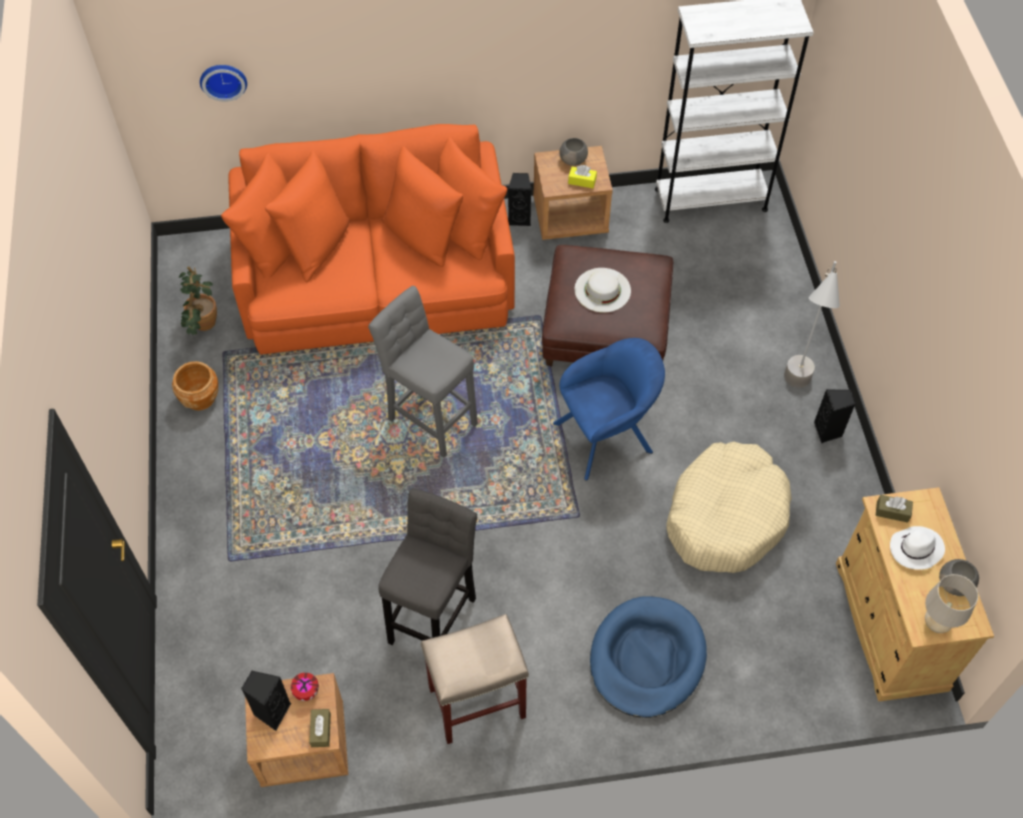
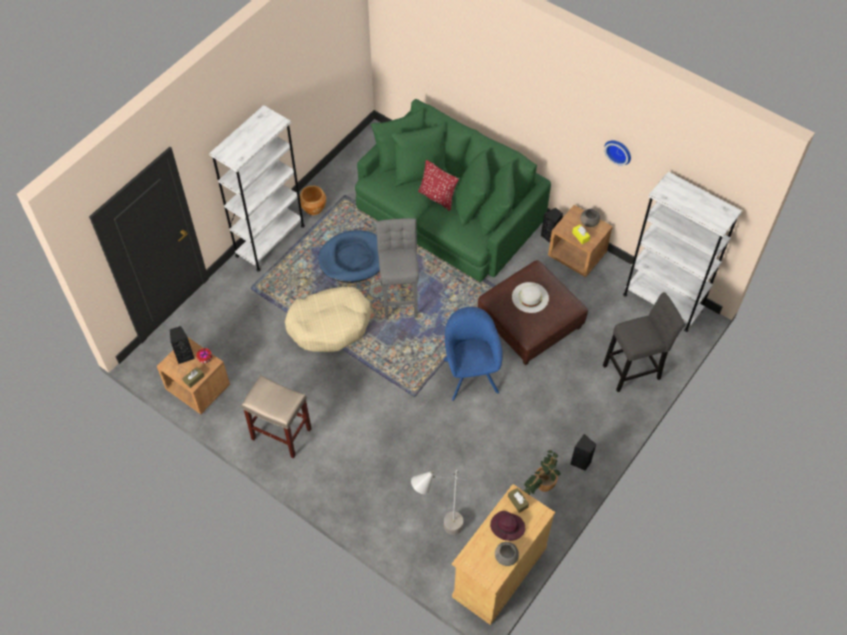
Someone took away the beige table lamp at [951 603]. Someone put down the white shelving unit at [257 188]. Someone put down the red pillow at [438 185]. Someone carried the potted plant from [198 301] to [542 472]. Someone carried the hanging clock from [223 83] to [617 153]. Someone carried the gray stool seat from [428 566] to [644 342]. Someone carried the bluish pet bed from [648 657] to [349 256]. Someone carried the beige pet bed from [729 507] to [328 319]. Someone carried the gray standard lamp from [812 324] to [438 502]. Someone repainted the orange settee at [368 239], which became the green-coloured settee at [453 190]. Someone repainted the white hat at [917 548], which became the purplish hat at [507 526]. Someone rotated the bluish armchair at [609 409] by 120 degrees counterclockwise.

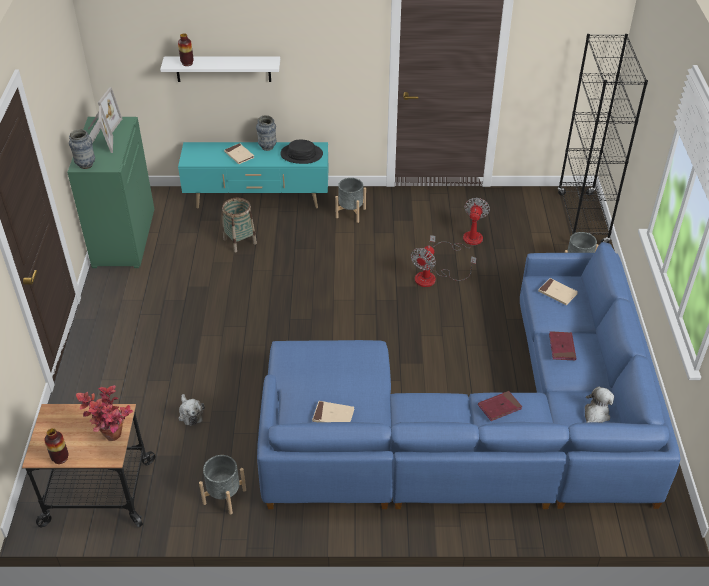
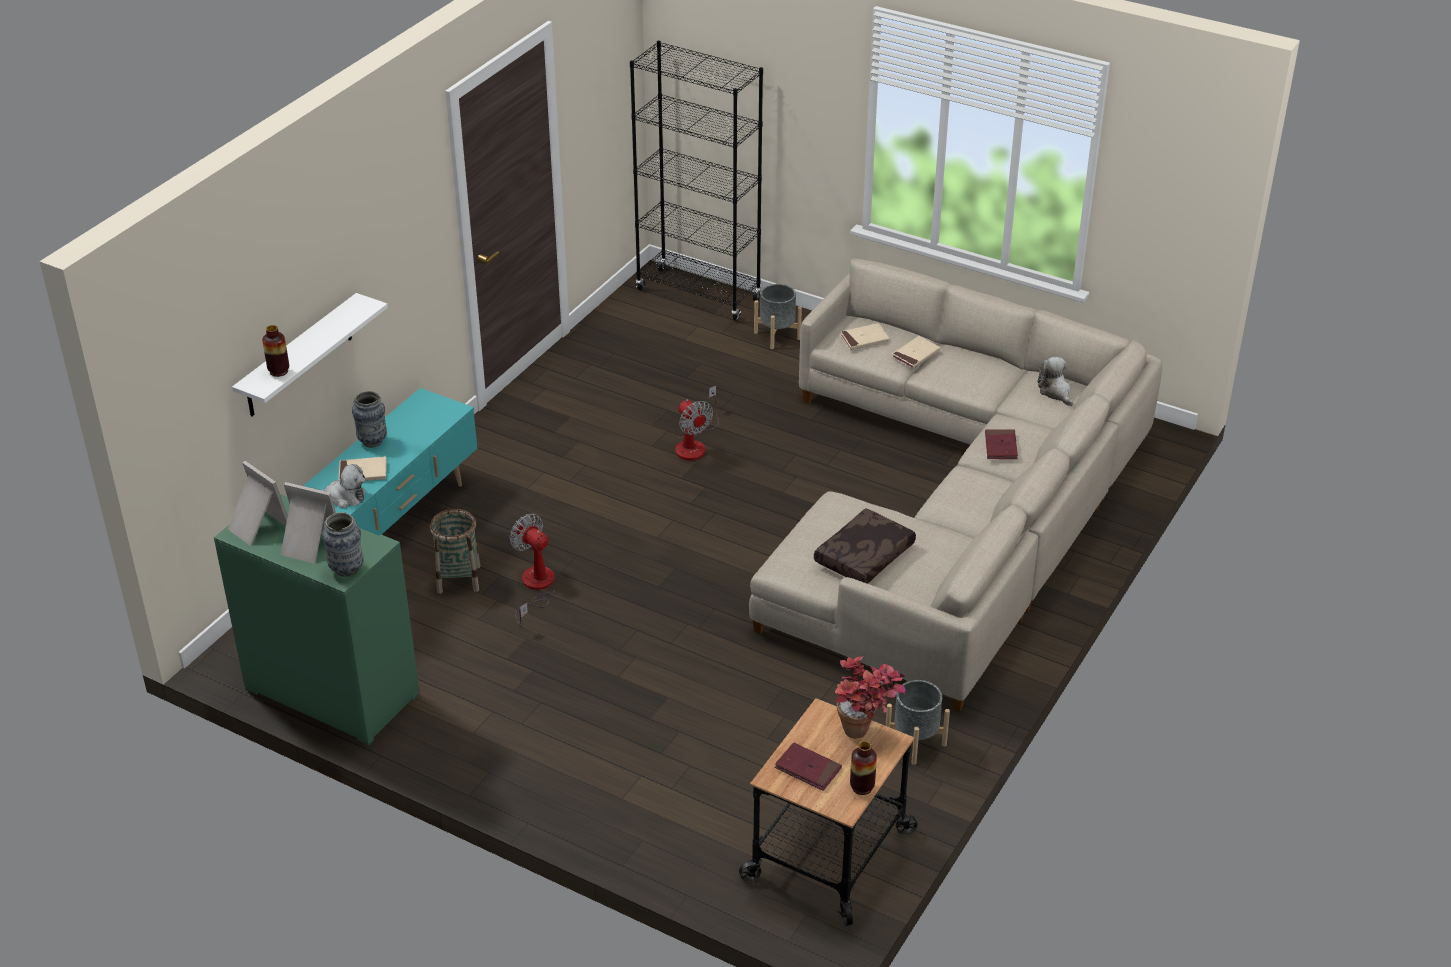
Someone took away the black hat at [301 152]. Someone took away the gray plant pot at [350 200]. Someone put down the brown pillow at [865 546]. Someone carried the plush toy from [191 410] to [339 486]. Someone carried the beige volume from [333 411] to [916 352]. Someone carried the electric fan from [460 224] to [532 568]. Someone carried the red volume from [562 346] to [808 766]. Someone repainted the bluish settee at [468 375], which became the beige settee at [955 485].

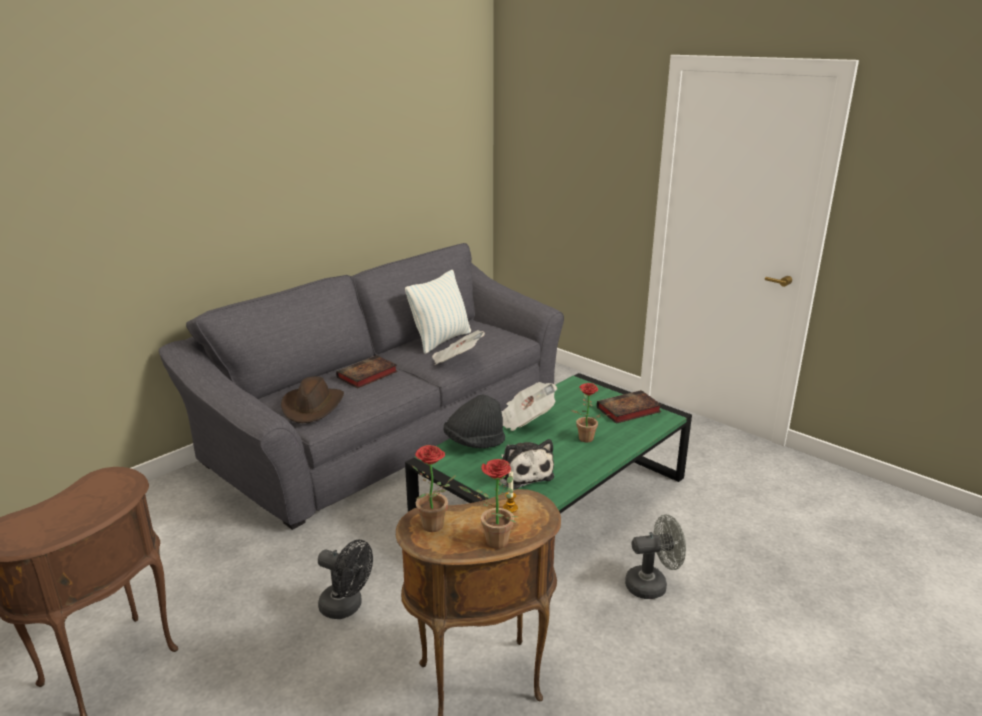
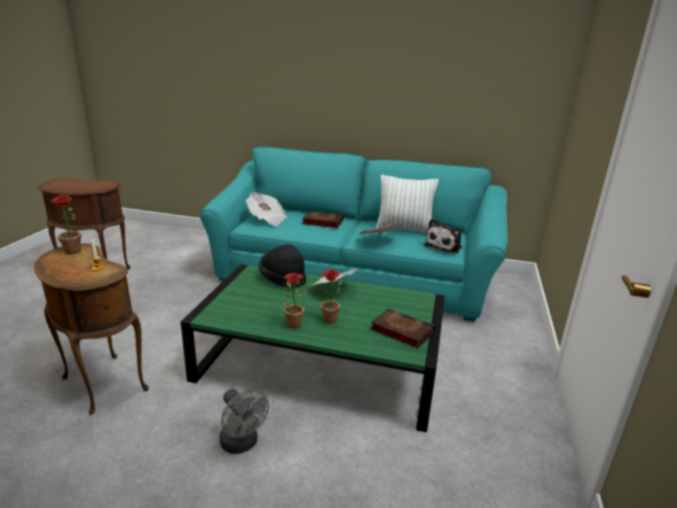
Someone took away the black electric fan at [345 579]. Someone carried the potted plant from [488 504] to [294 300]. Someone carried the plush toy from [527 464] to [443 236]. Someone swapped the brown hat at [312 399] for the printed paper at [266 209]. Someone repainted the gray settee at [361 386], which became the turquoise settee at [354 234].

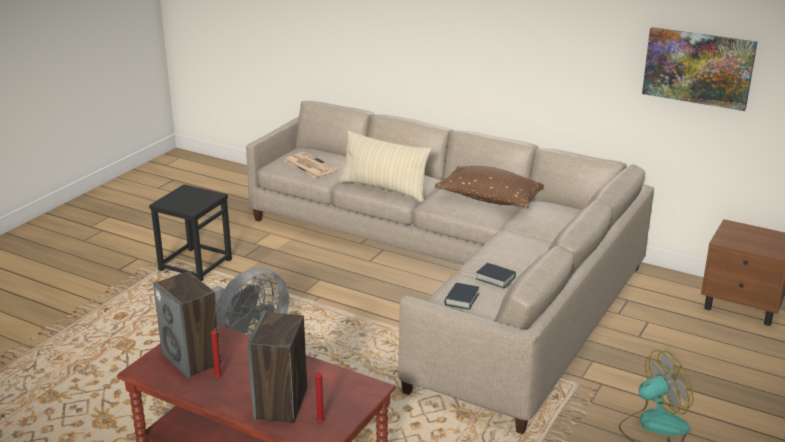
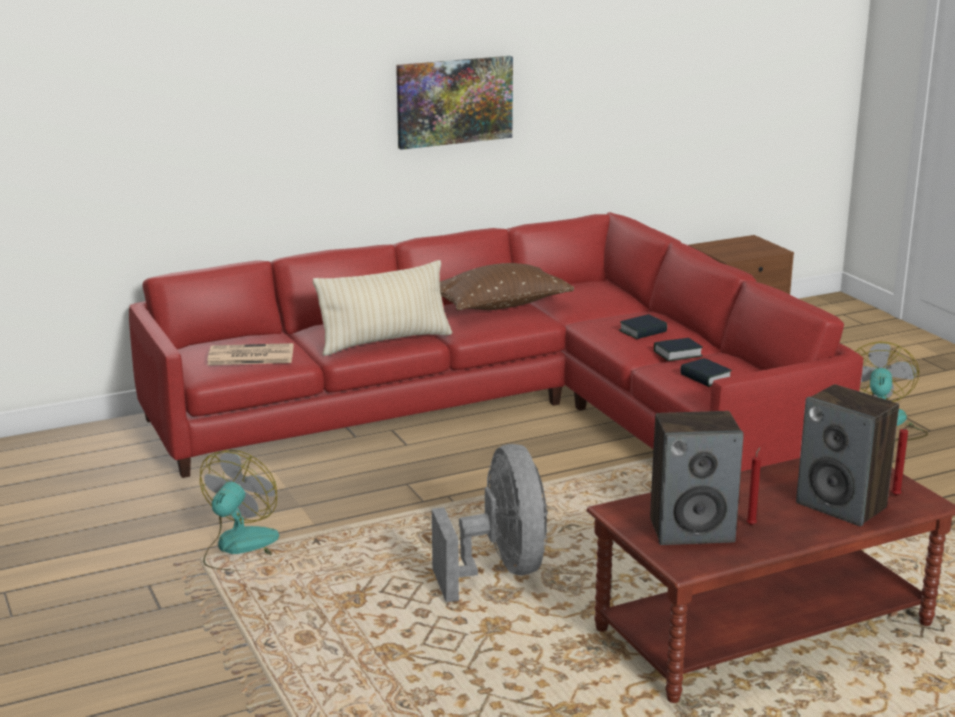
Someone put down the volume at [643 326]. Someone carried the picture from [699 69] to [454 103]. Someone swapped the black stool seat at [190 232] for the electric fan at [239 510]. Someone repainted the beige settee at [450 267], which became the red settee at [496 345].

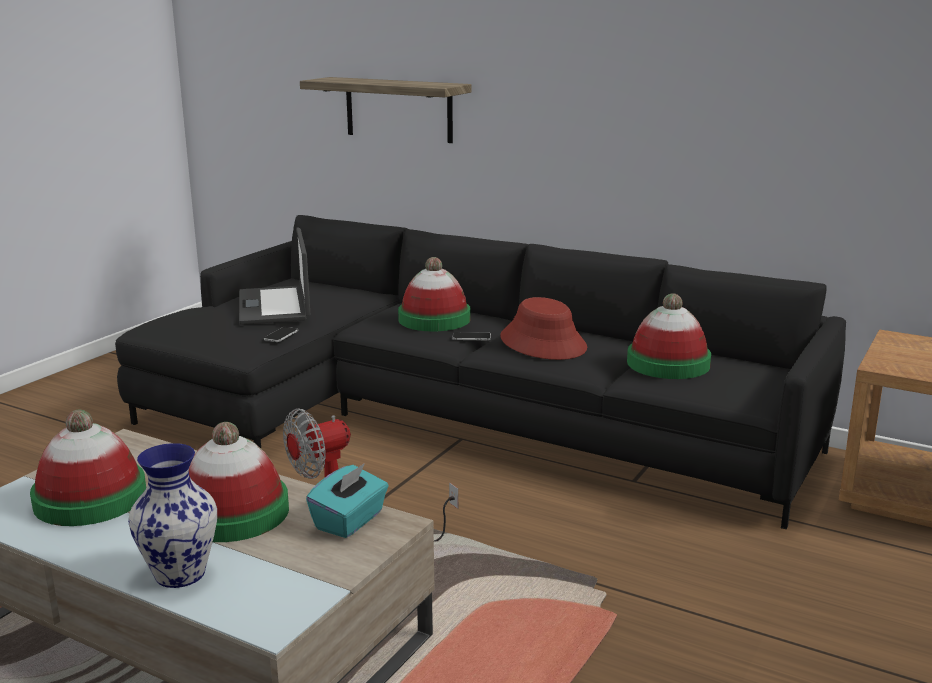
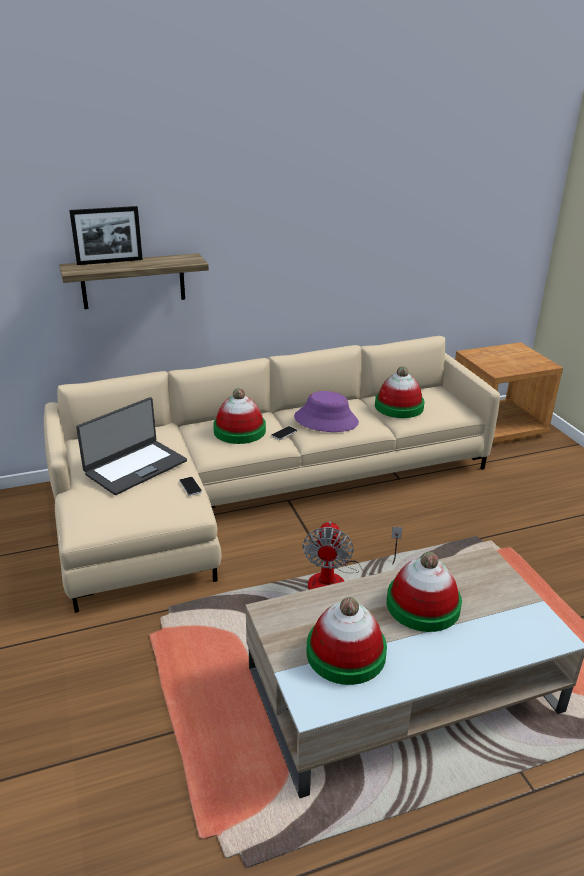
Someone took away the vase at [172 515]. Someone took away the turquoise tissue holder at [347 500]. Someone put down the picture frame at [106 235]. Someone repainted the black settee at [480 372], which became the beige settee at [272 474]. Someone repainted the red hat at [543 328], which became the purplish hat at [326 411]. Someone rotated the laptop at [274 276] by 75 degrees counterclockwise.

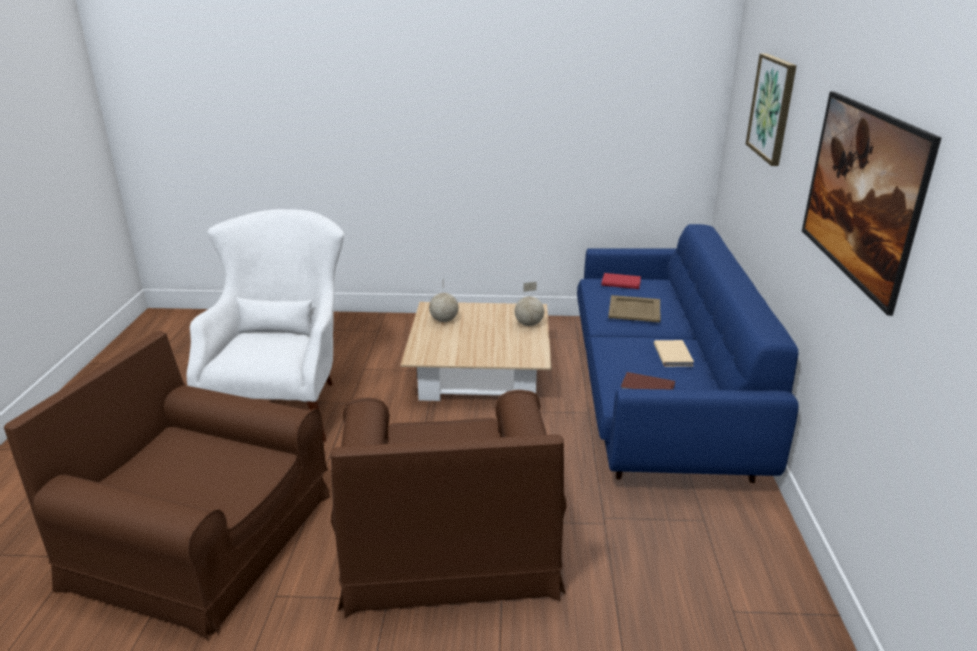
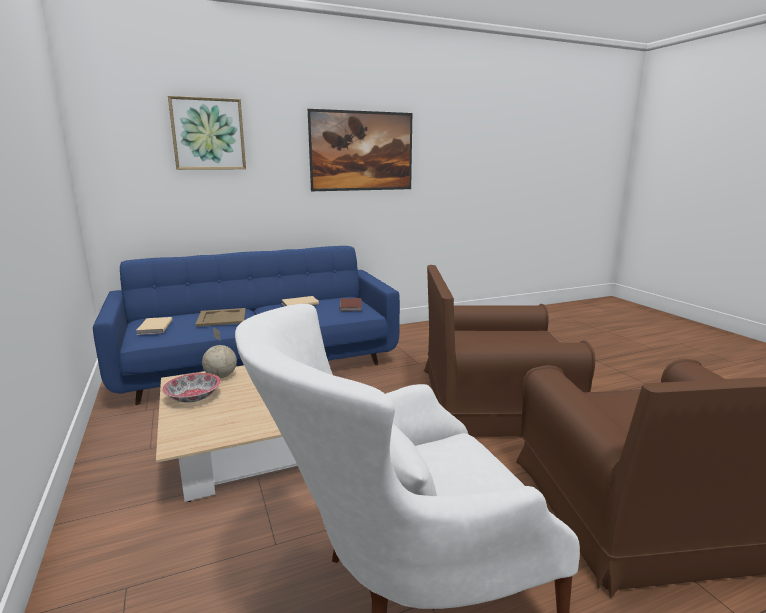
Someone took away the world globe at [444 302]. Someone put down the deep dish at [191 387]. Someone repainted the red volume at [621 281], which became the beige volume at [155 326]. Someone rotated the brown armchair at [449 504] by 150 degrees counterclockwise.

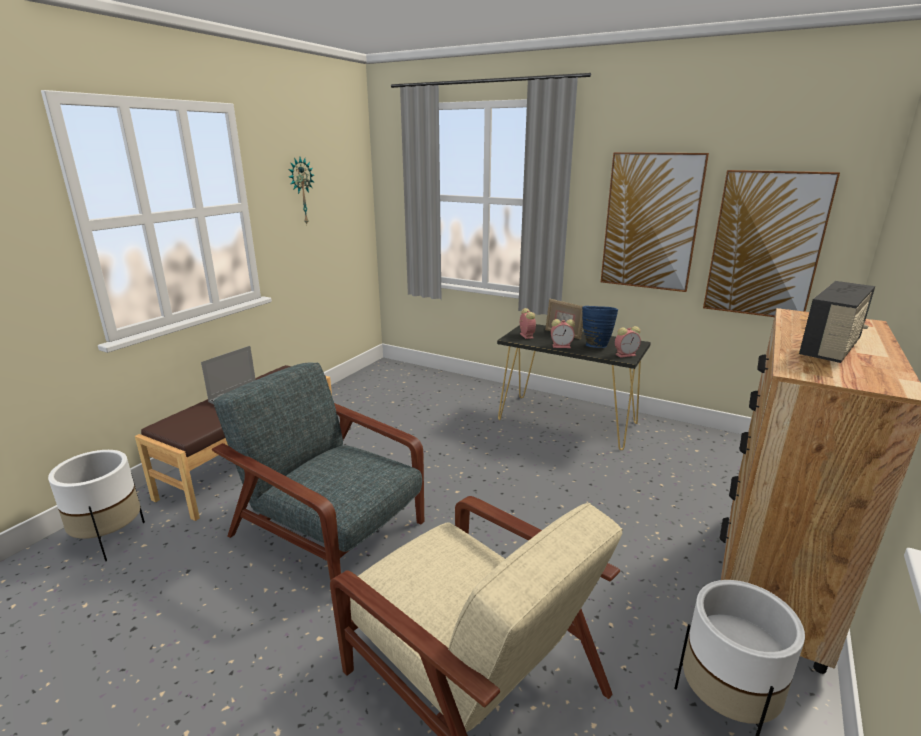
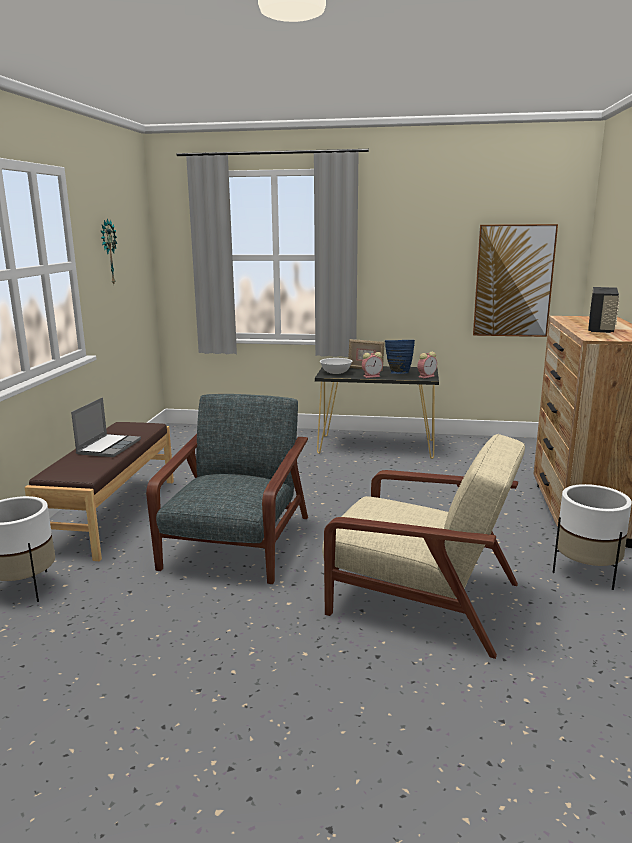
Someone took away the picture at [655 222]. Someone swapped the table clock at [528 323] for the white deep dish at [336 366]. Someone rotated the gray armchair at [318 472] by 90 degrees clockwise.

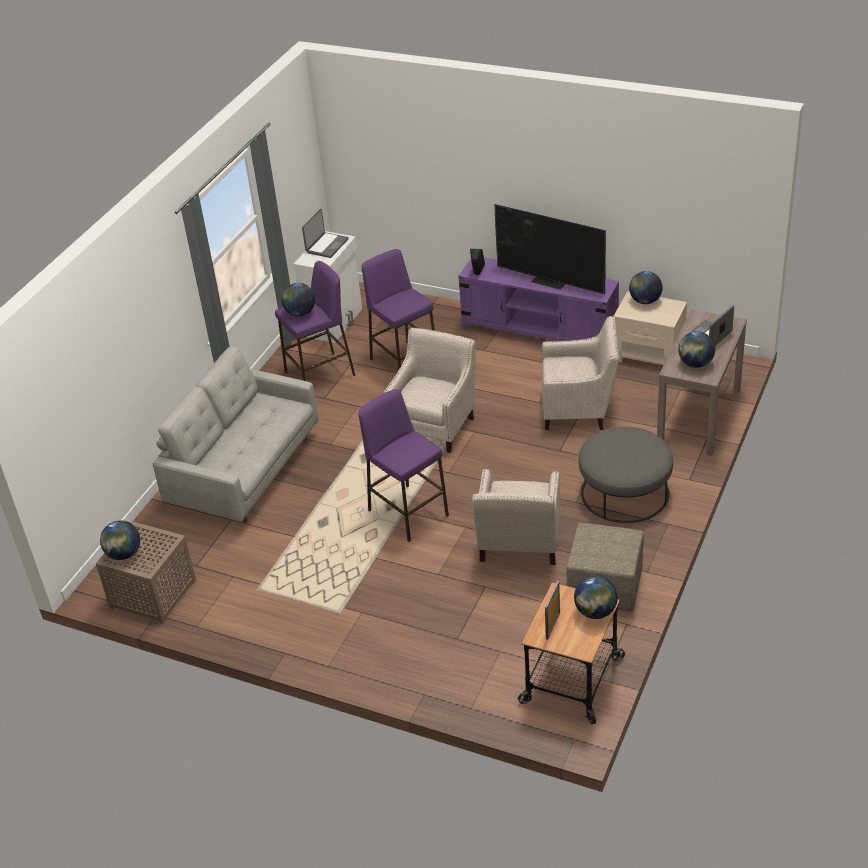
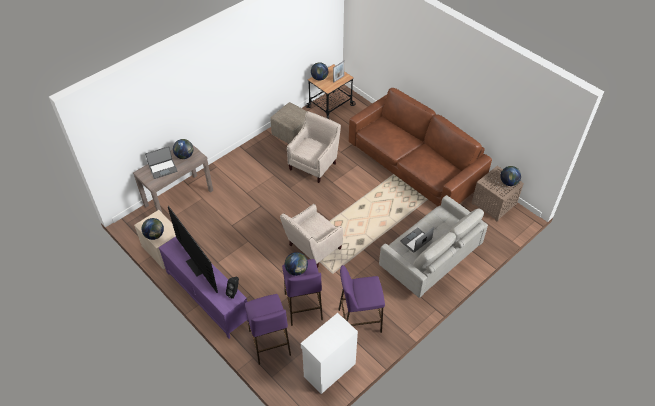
Someone took away the beige armchair at [580 373]. Someone took away the gray pouffe at [626 475]. Someone put down the brown settee at [420 147]. Someone carried the world globe from [298 299] to [296 264]. Someone carried the laptop from [325 233] to [417 240]. Someone carried the purplish stool seat from [403 465] to [268 329].

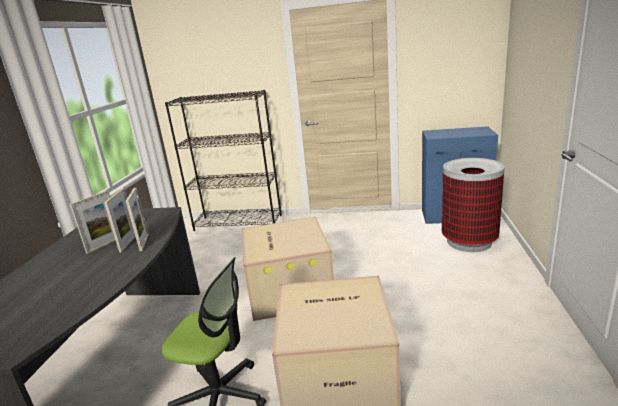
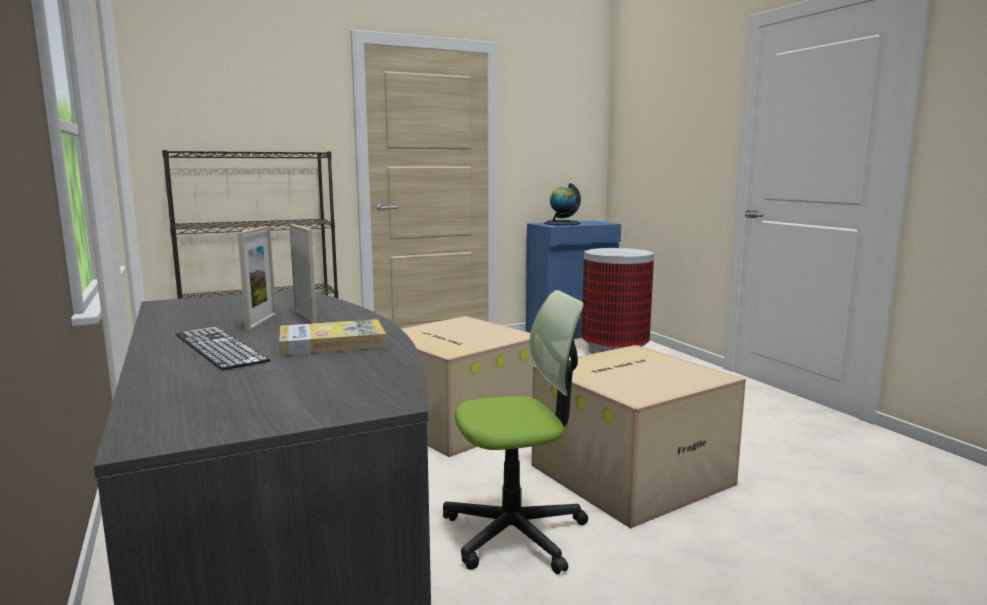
Someone took away the picture frame at [137 219]. Someone put down the PC keyboard at [222 348]. Someone put down the volume at [333 337]. Someone put down the world globe at [562 204].

